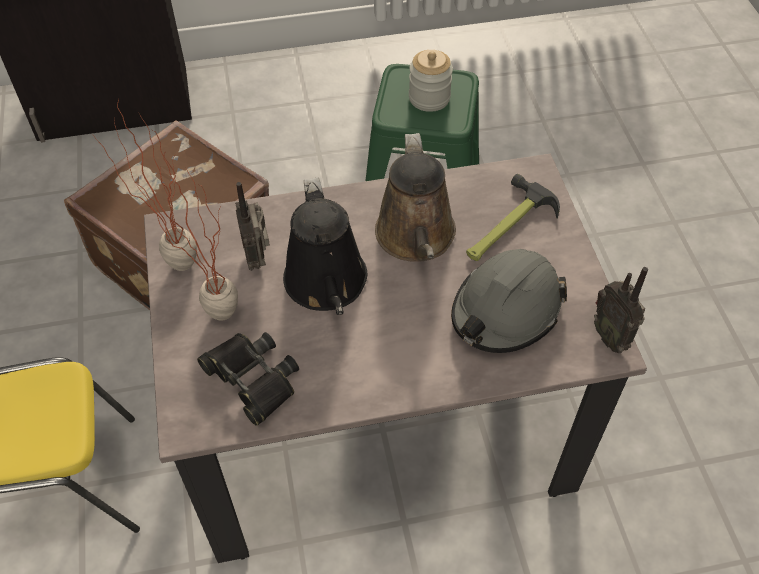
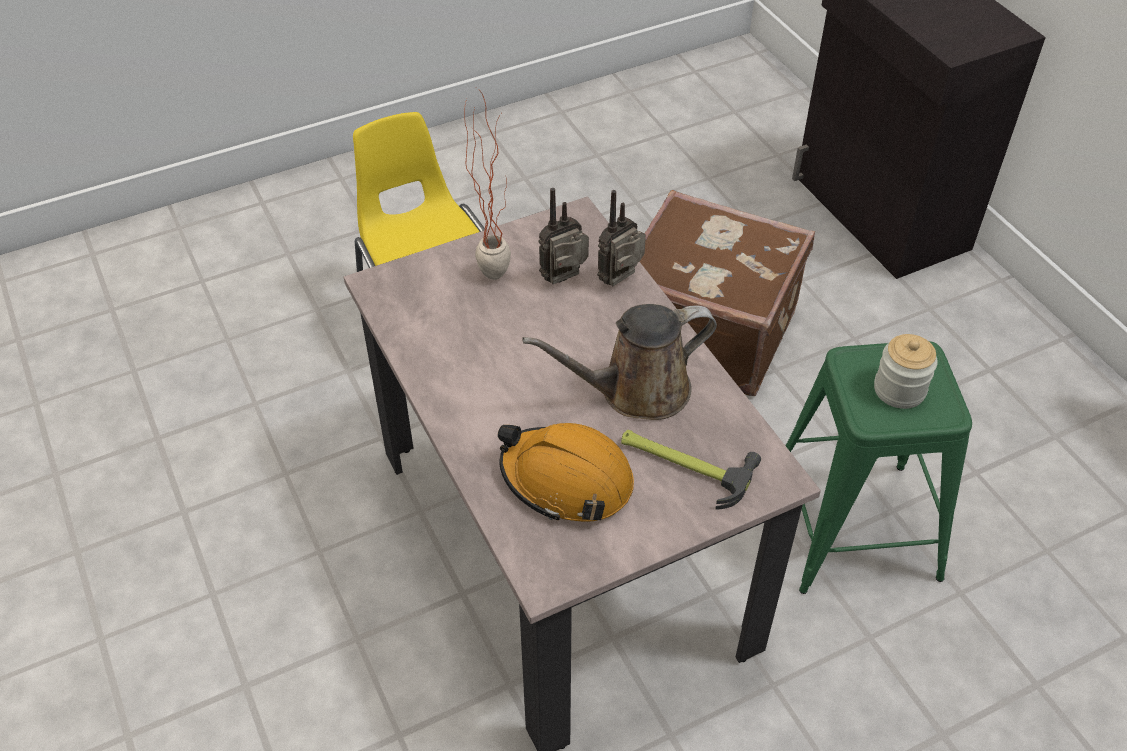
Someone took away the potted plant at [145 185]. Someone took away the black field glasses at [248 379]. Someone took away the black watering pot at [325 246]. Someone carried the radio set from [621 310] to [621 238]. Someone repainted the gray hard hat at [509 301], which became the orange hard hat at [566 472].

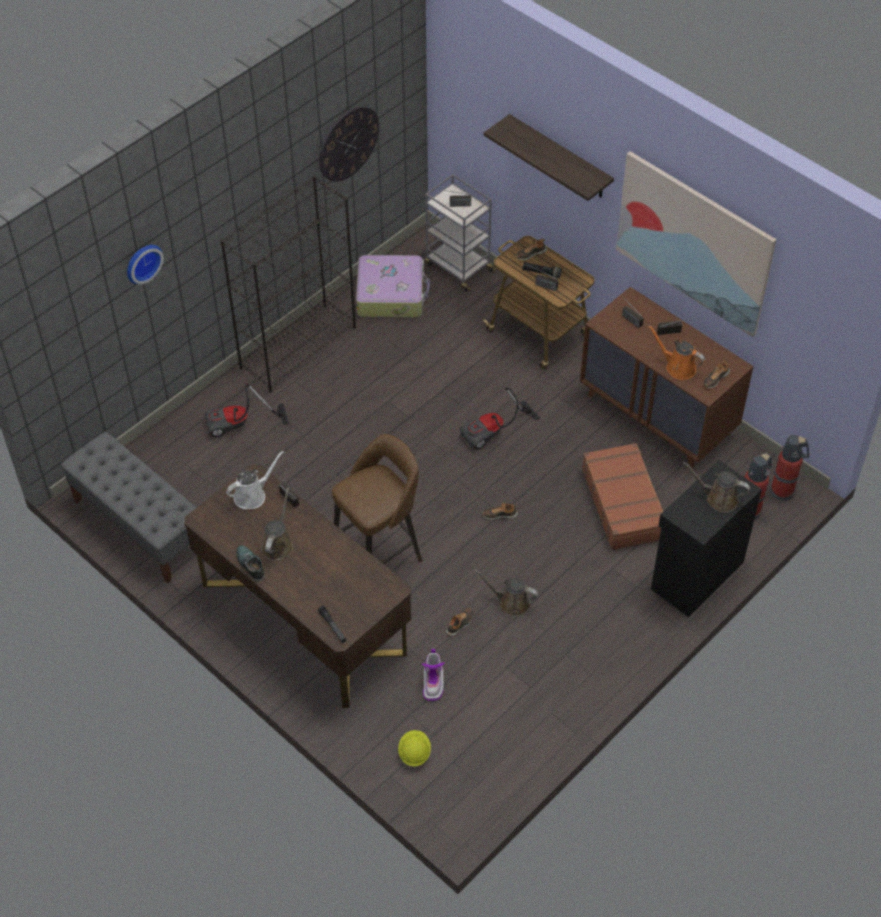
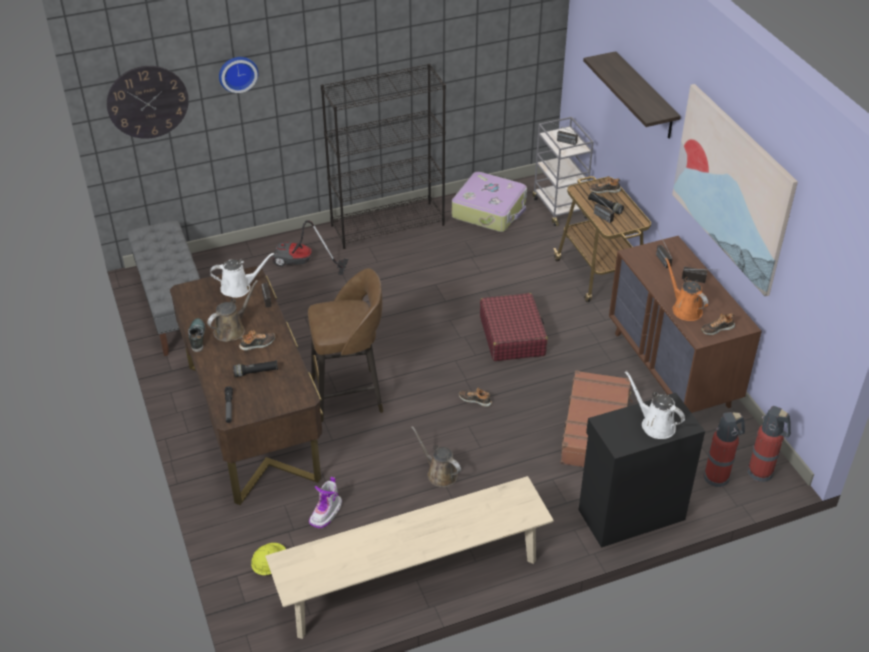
Someone put down the black flashlight at [255 368]. Someone put down the beige indoor bench at [409 557]. Someone carried the hanging clock from [349 144] to [148 102]. Someone carried the low shoe from [459 622] to [257 340]. Someone swapped the vacuum at [500 418] for the red suitcase at [514 327]. Someone repainted the brown watering pot at [716 487], which became the white watering pot at [655 405].

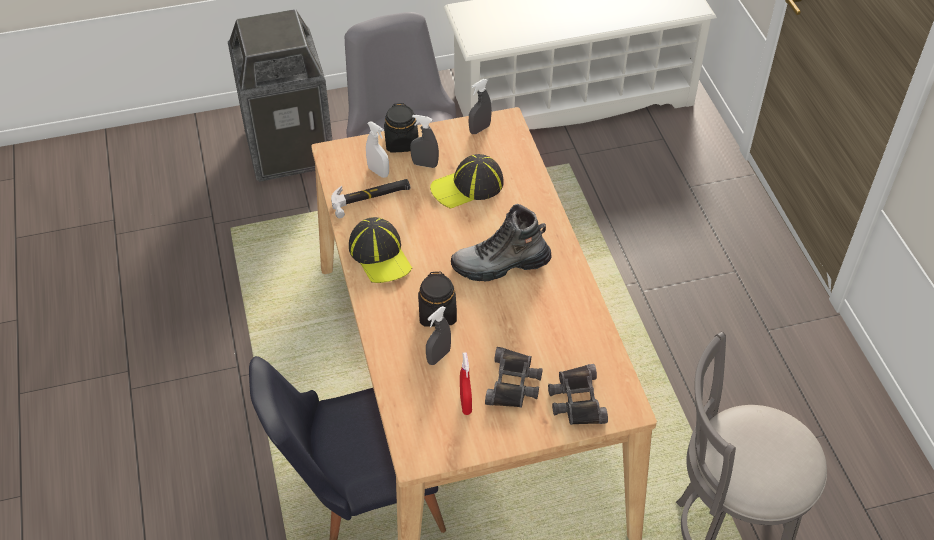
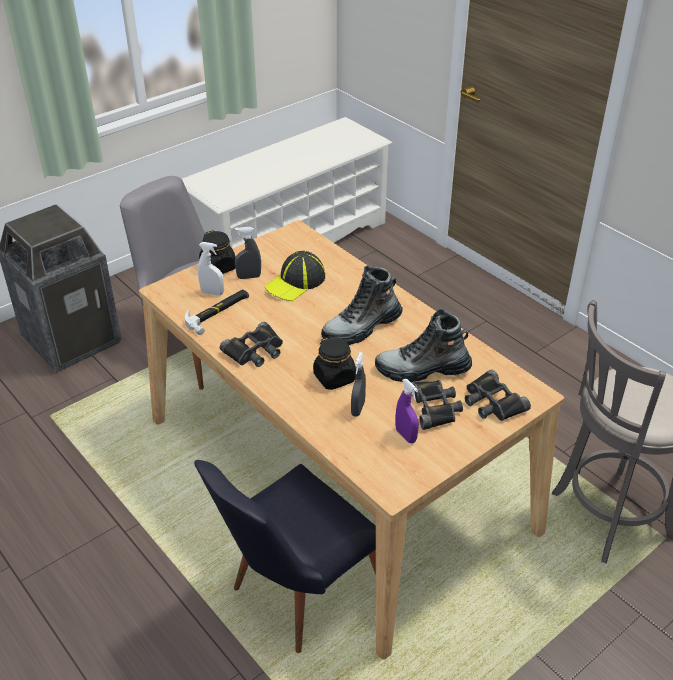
Someone took away the gray sprayer at [480 106]. Someone put down the tall boot at [423 345]. Someone swapped the baseball cap at [380 250] for the black field glasses at [251 344]. Someone repainted the red sprayer at [466 383], which became the purplish sprayer at [407 411].

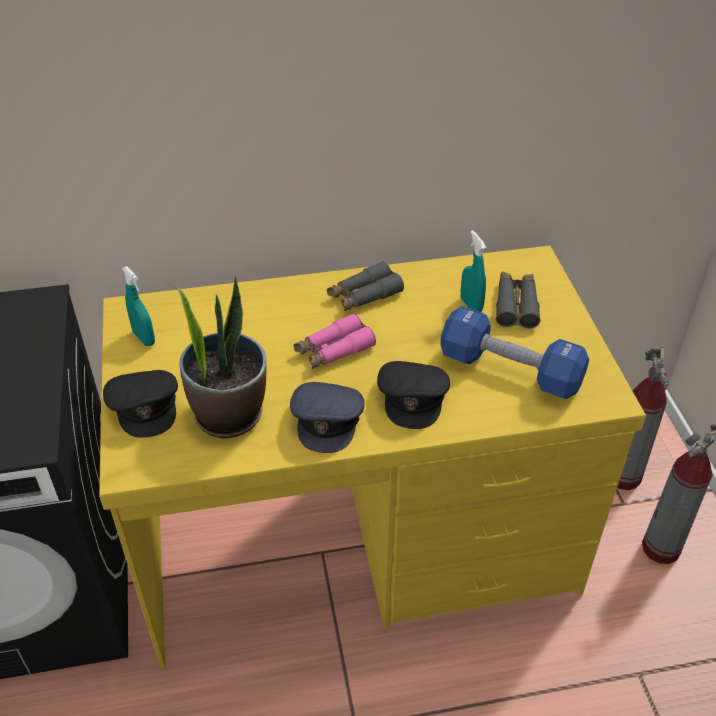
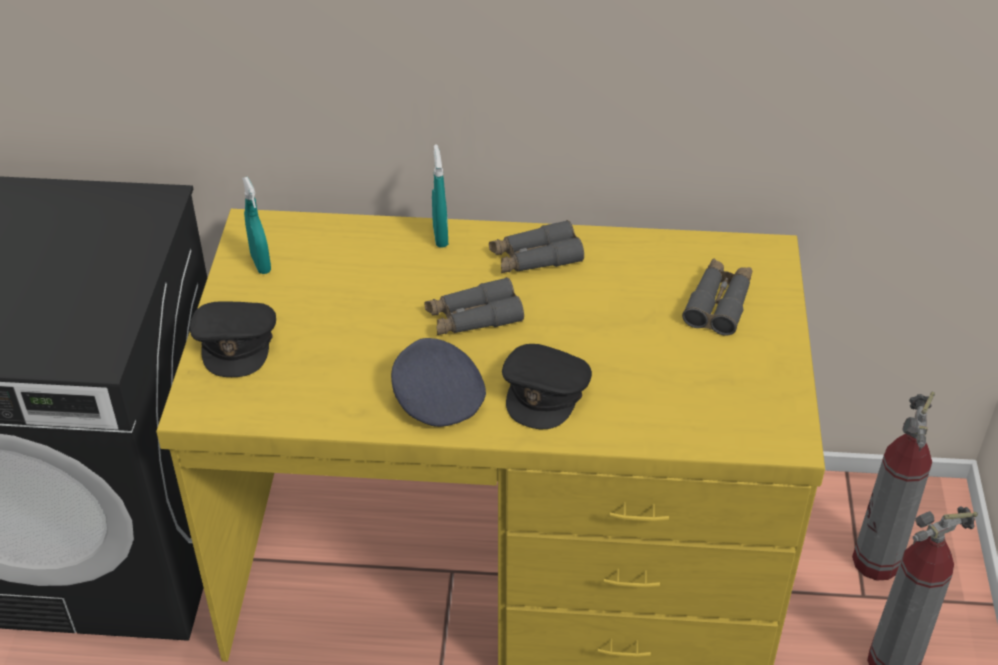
Someone took away the potted plant at [220 357]. Someone took away the bluish dumbbell at [514 352]. Someone carried the turquoise sprayer from [473 271] to [440 196]. Someone repainted the pink field glasses at [334 341], which became the gray field glasses at [474 306]. Someone rotated the gray baseball cap at [327 417] by 135 degrees clockwise.

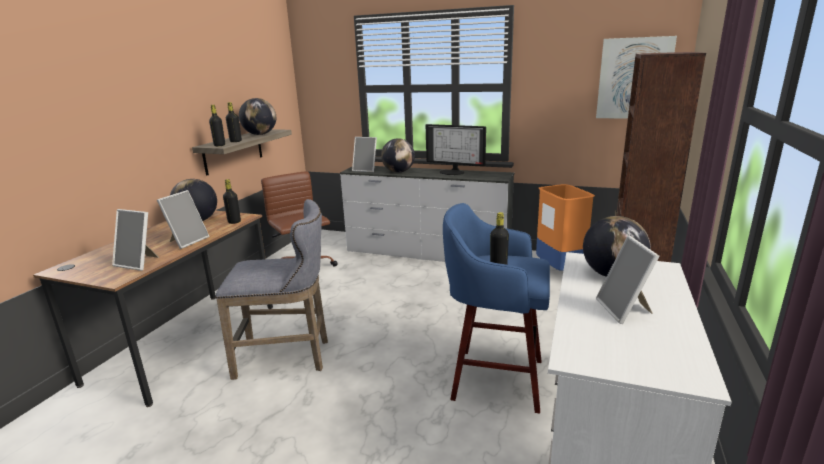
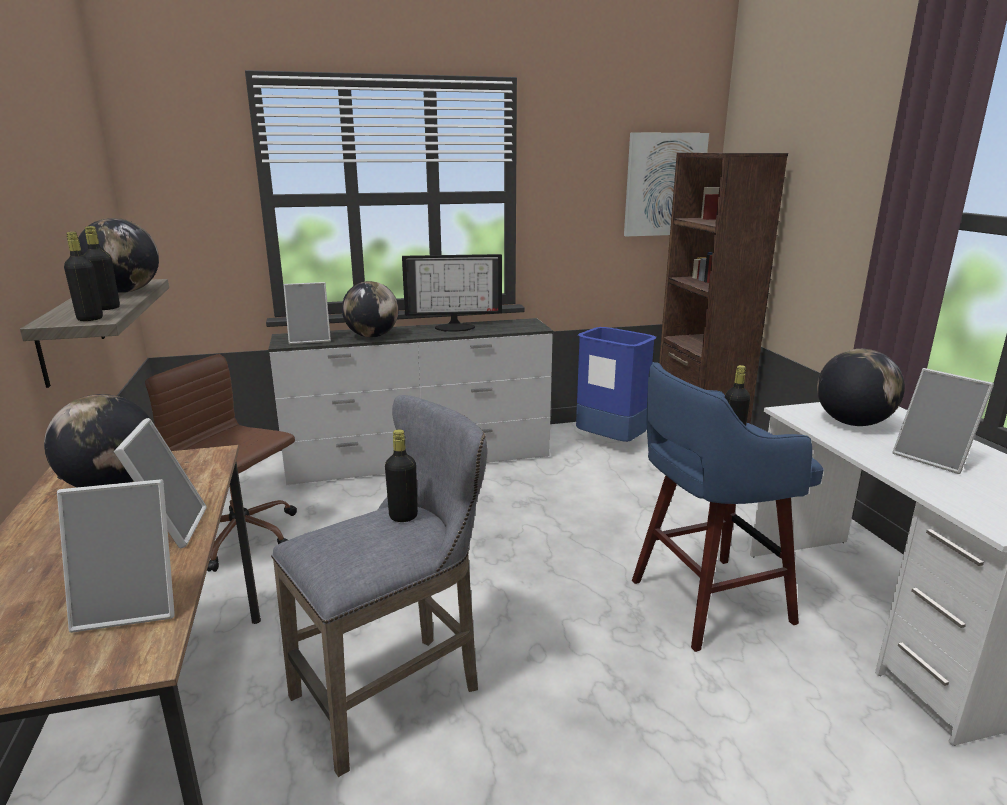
Someone carried the black drink bottle from [232 201] to [401 475]. Someone repainted the orange rubbish bin at [565 227], which became the bluish rubbish bin at [616 384].

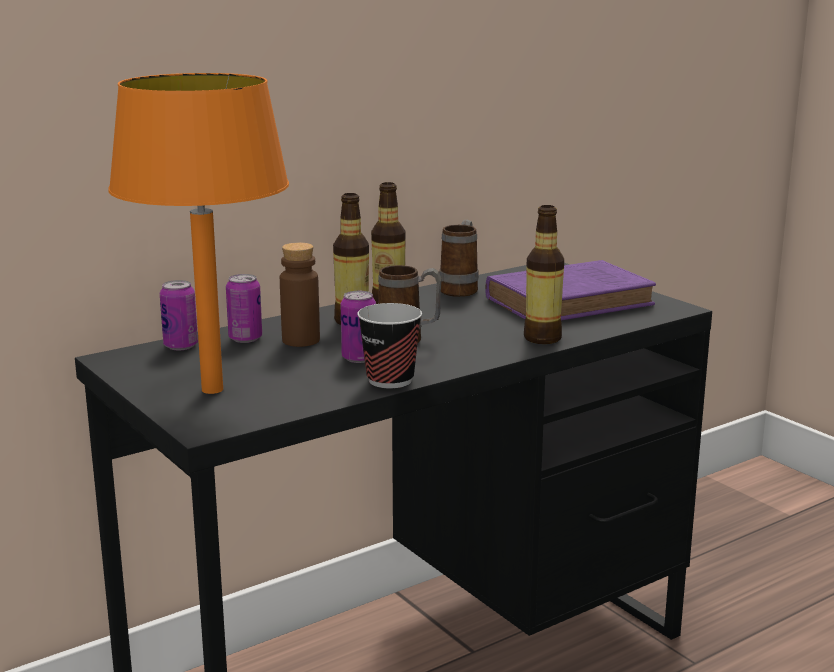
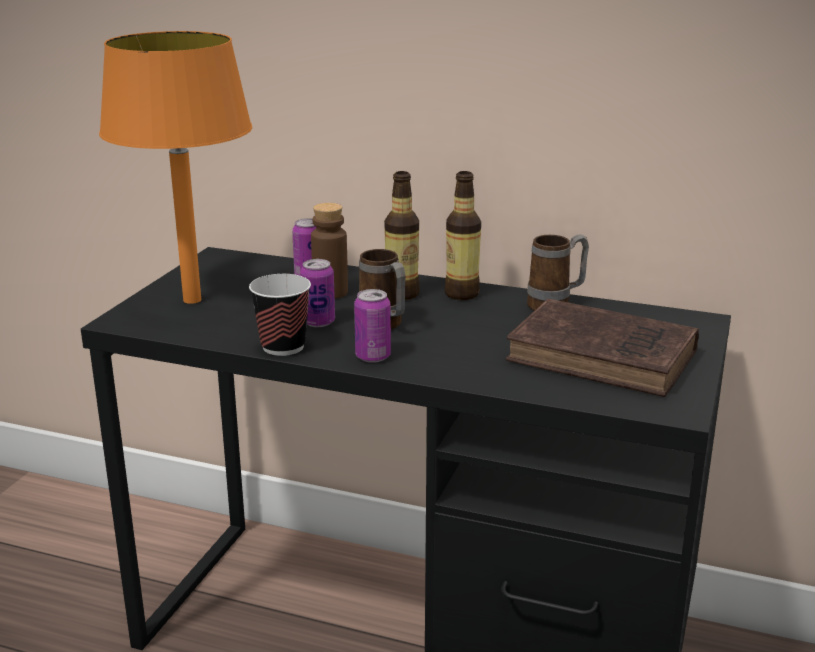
Someone took away the drink bottle at [544 274]. Someone carried the can from [179 315] to [372 326]. Someone repainted the purplish volume at [571 290], which became the brown volume at [602 348].

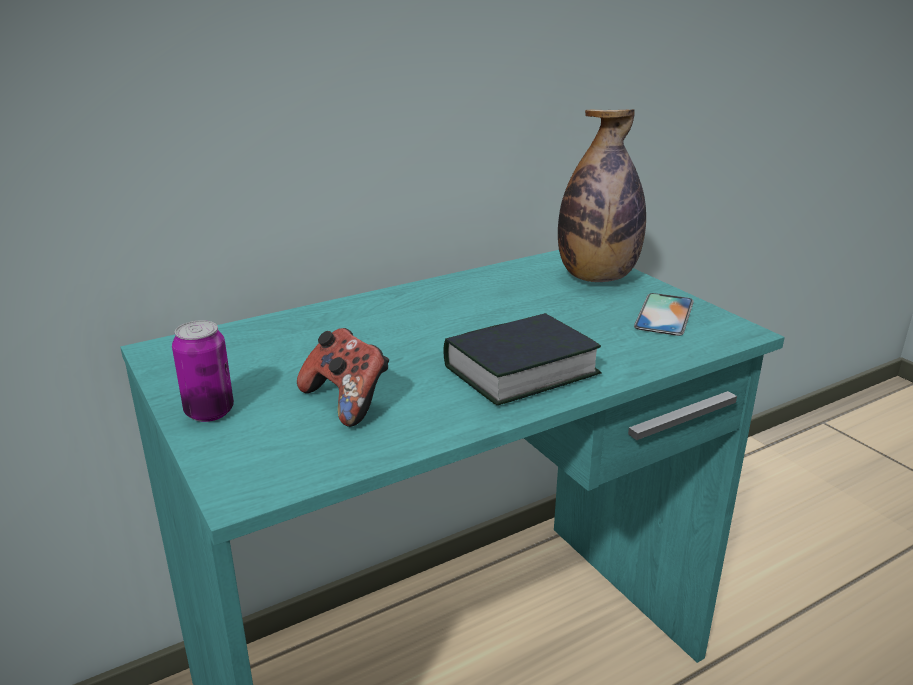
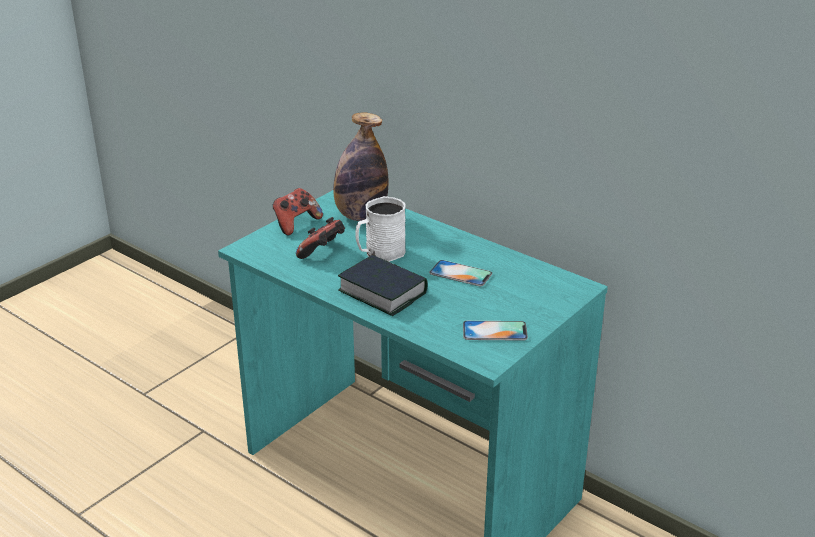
Someone put down the white tea mug at [380 229]. Someone put down the telephone at [460 273]. Someone carried the drink bottle from [602 195] to [360 166]. Someone swapped the can at [203 371] for the game controller at [298 212].

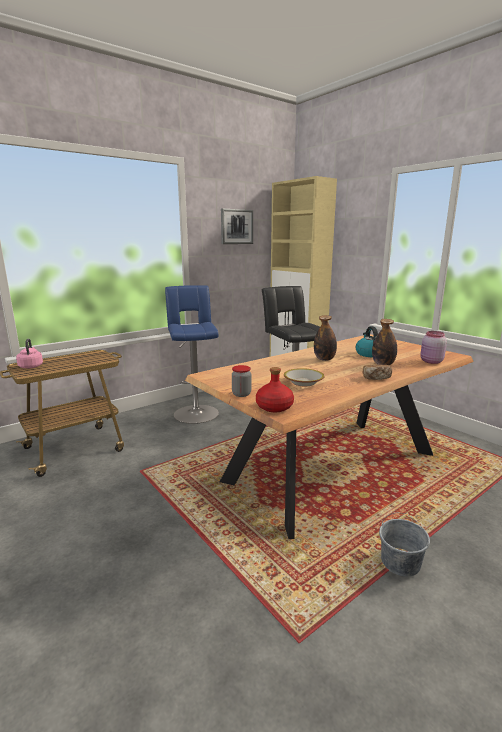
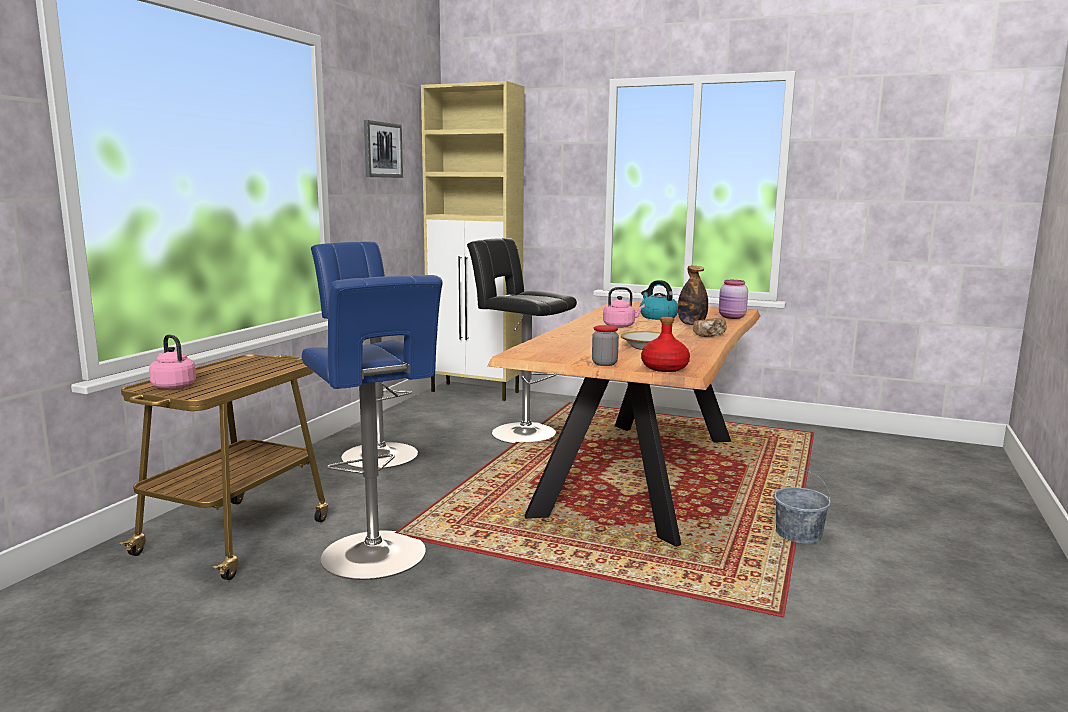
Someone put down the bluish stool seat at [372 427]. Someone swapped the drink bottle at [325 338] for the pink water kettle at [624 307].

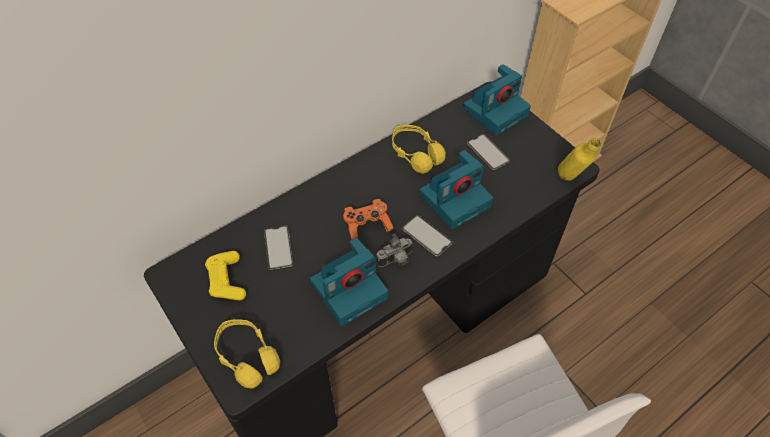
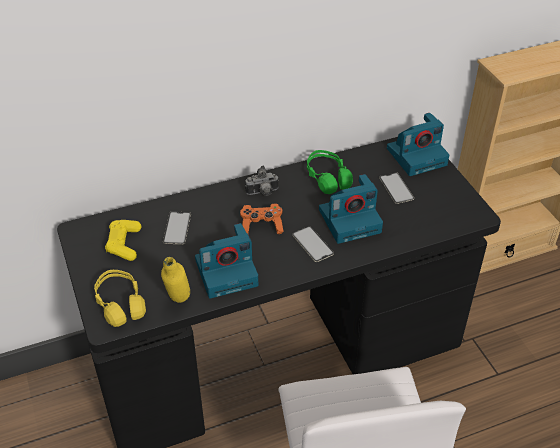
Someone carried the photo camera from [395 250] to [262 181]. Someone carried the yellow drink bottle from [579 159] to [175 280]. Someone repainted the yellow headset at [419 149], which became the green-coloured headset at [330 172].

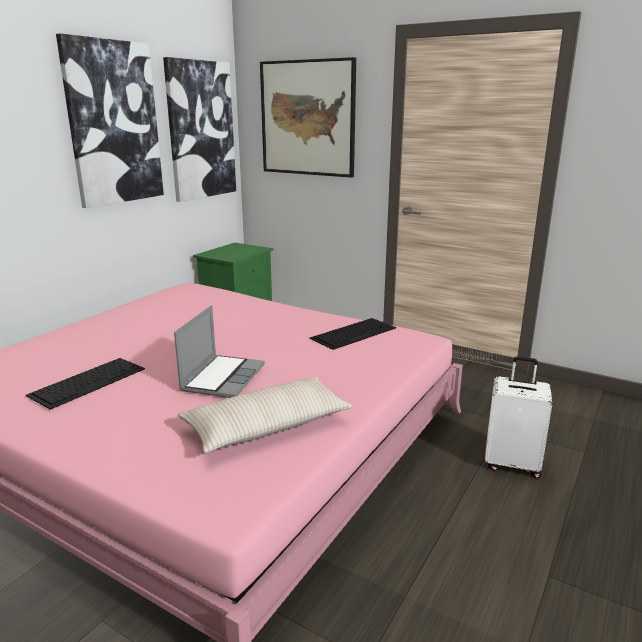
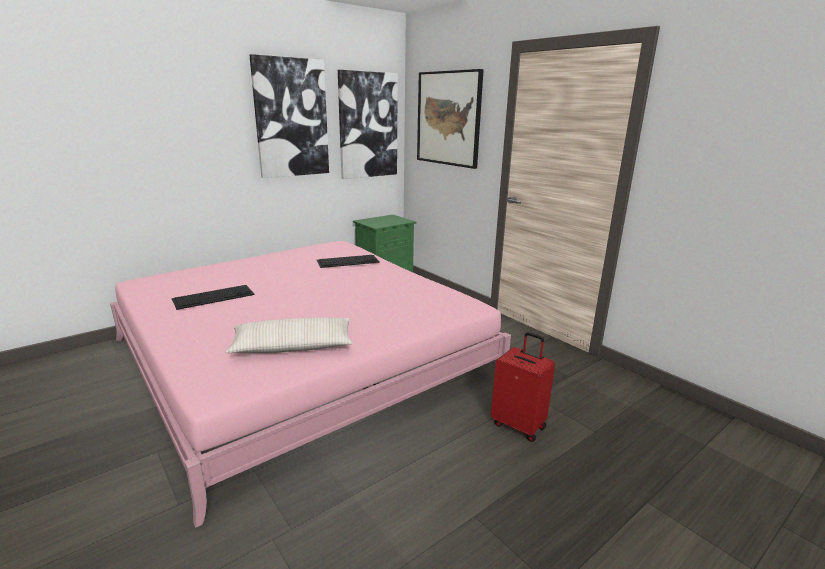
Someone took away the laptop at [219 351]. Someone carried the PC keyboard from [353 334] to [348 261]. Someone repainted the white suitcase at [518 417], which became the red suitcase at [523 387].

